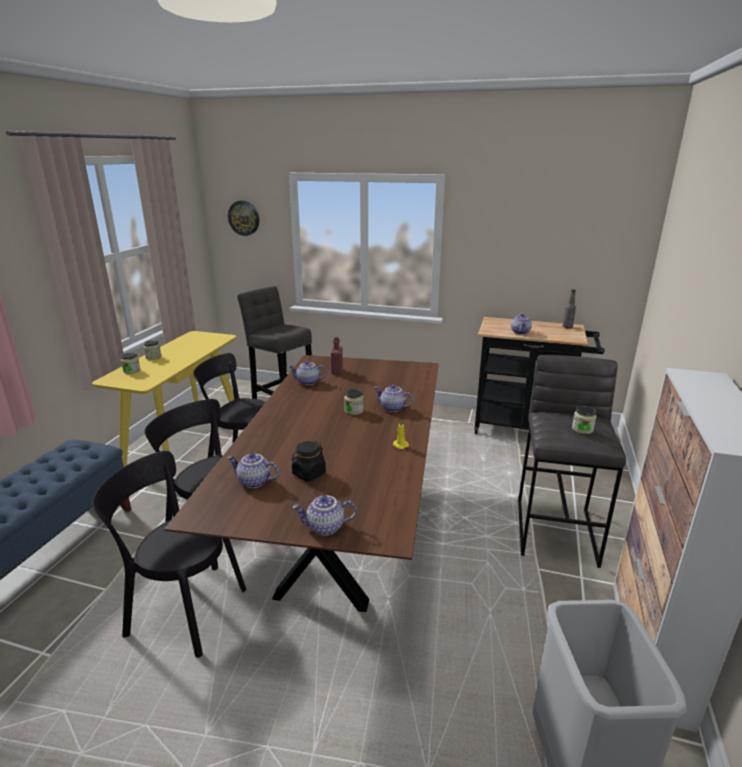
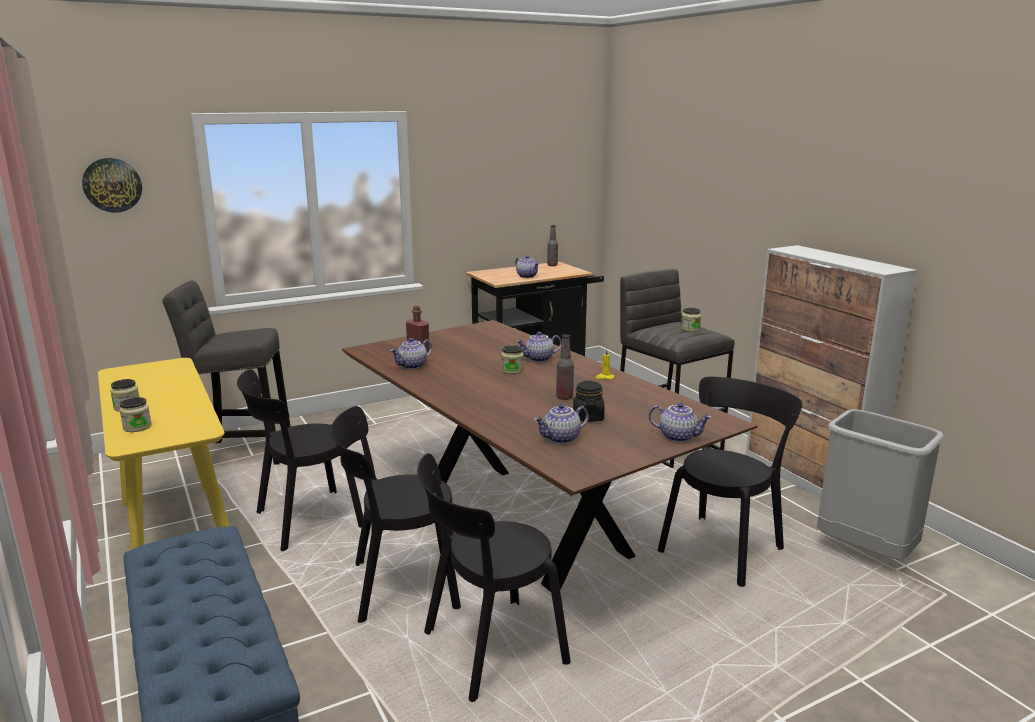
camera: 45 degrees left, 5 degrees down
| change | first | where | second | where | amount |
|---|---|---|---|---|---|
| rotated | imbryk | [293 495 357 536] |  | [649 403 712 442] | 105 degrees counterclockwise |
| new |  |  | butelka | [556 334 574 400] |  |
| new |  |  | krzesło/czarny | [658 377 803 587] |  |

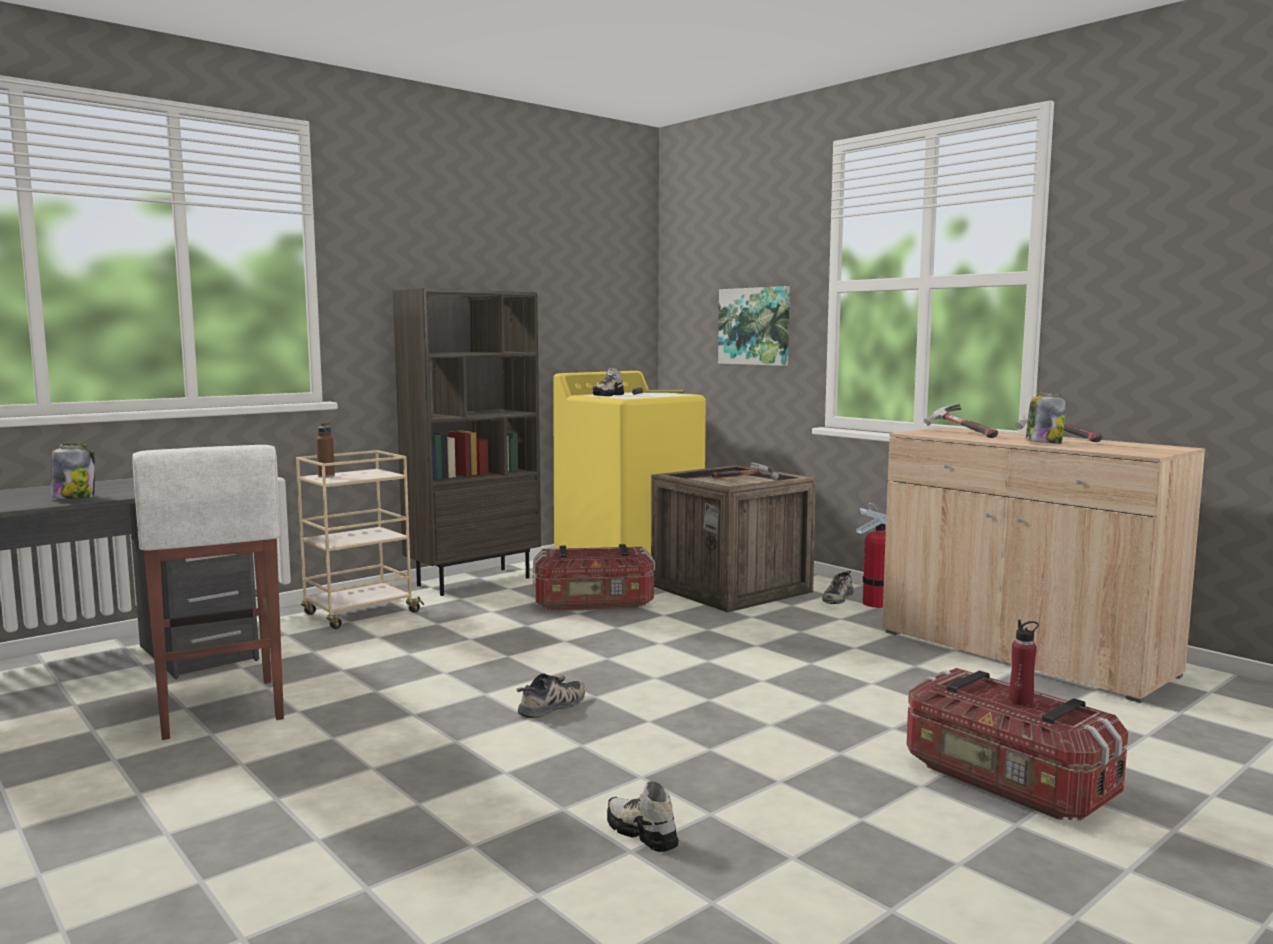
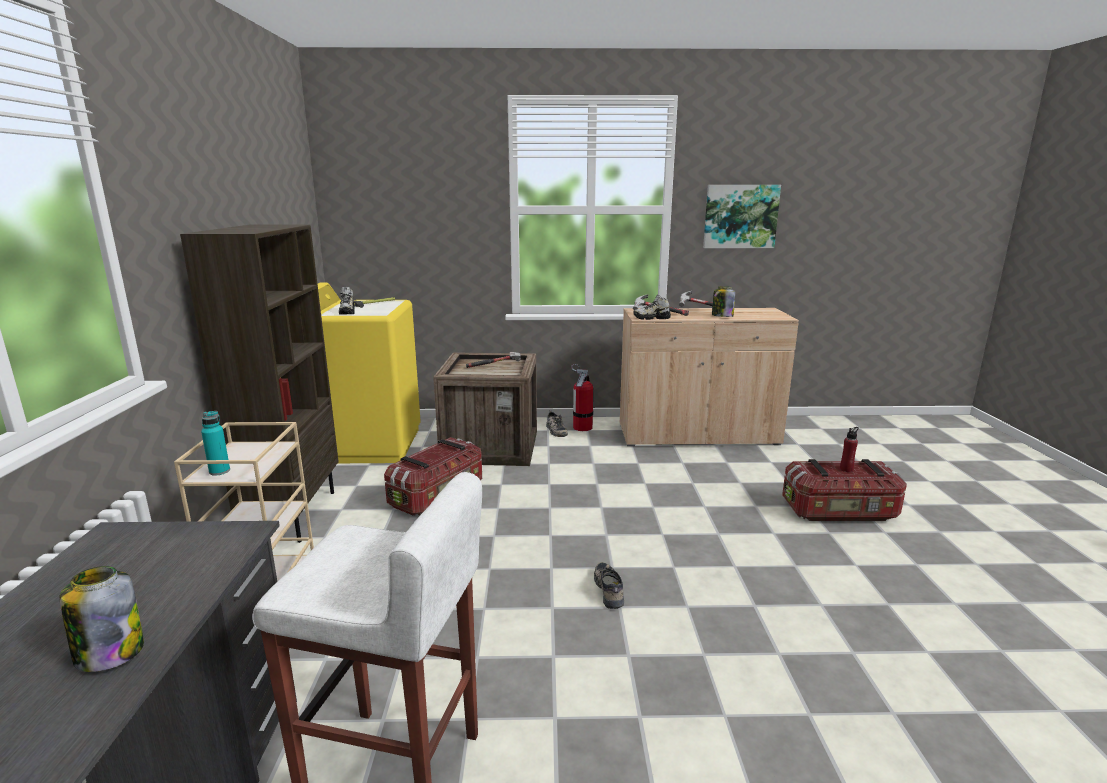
camera: 50 degrees left, 10 degrees up
| change | first | where | second | where | amount |
|---|---|---|---|---|---|
| shifted | obraz | [718 286 790 366] |  | [703 185 781 248] |  |
| repainted | butelka/brązowy | [316 423 335 478] | butelka/turkusowy | [201 411 230 476] |  |
| shifted | but | [607 781 679 852] |  | [633 295 671 320] |  |

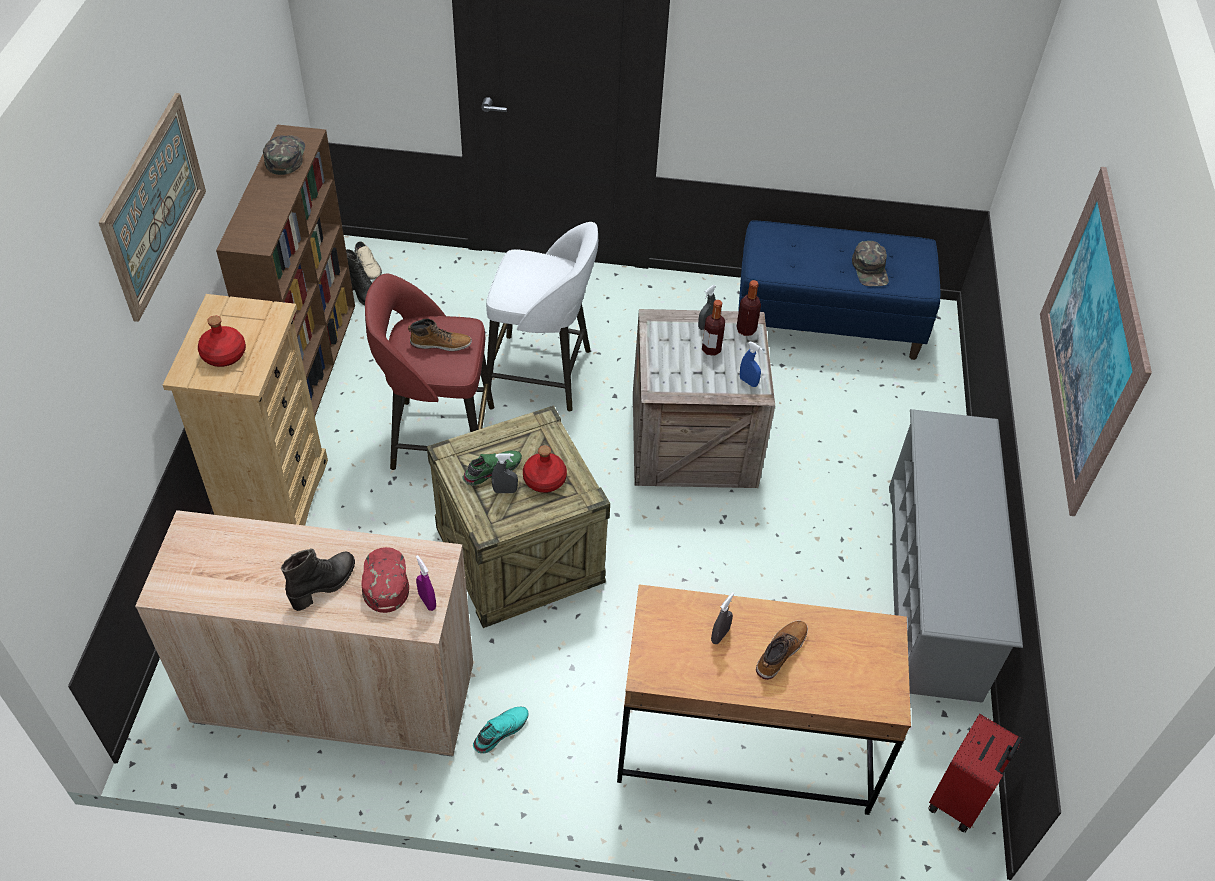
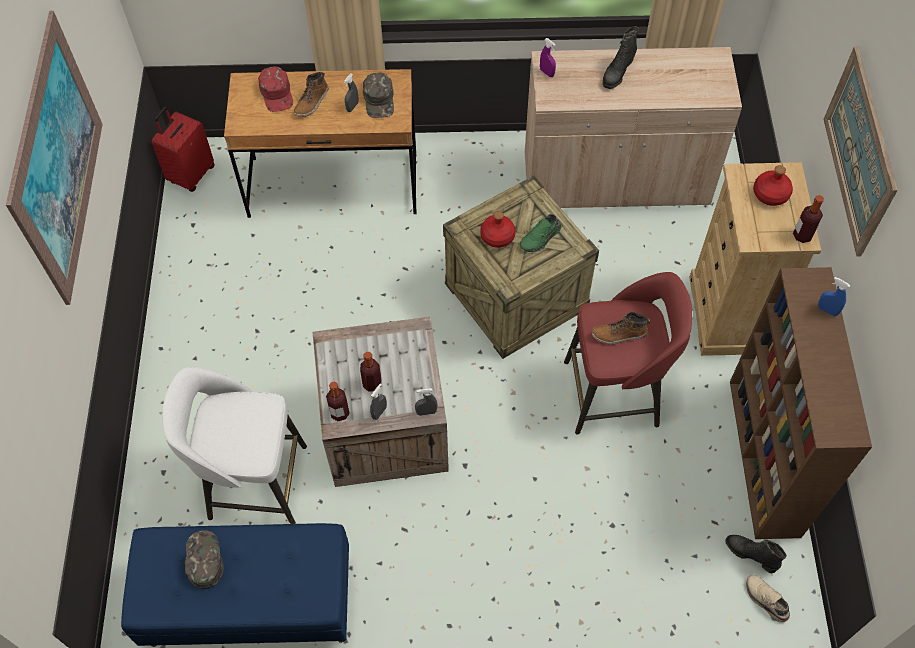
camera: 175 degrees right, 10 degrees up
| change | first | where | second | where | amount |
|---|---|---|---|---|---|
| shifted | czapka z daszkiem/zielony | [263 135 305 175] |  | [363 72 394 118] |  |
| shifted | stołek/biały | [486 222 598 412] |  | [163 367 307 524] |  |
| shifted | spryskiwacz/niebieski | [740 342 763 387] |  | [818 277 850 316] |  |
| gone | regał na buty/szary | [889 409 1023 703] |  |  |  |
| shifted | spryskiwacz/szary | [492 453 518 493] |  | [415 388 438 416] |  |
| shifted | czapka z daszkiem/czerwony | [361 547 409 613] |  | [258 66 293 112] |  |
| gone | but/turkusowy | [473 707 529 754] |  |  |  |
| new |  |  | butelka | [793 195 824 243] |  |

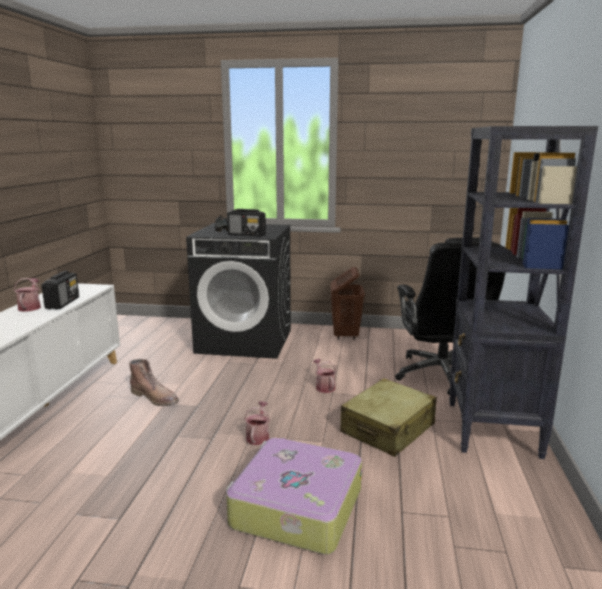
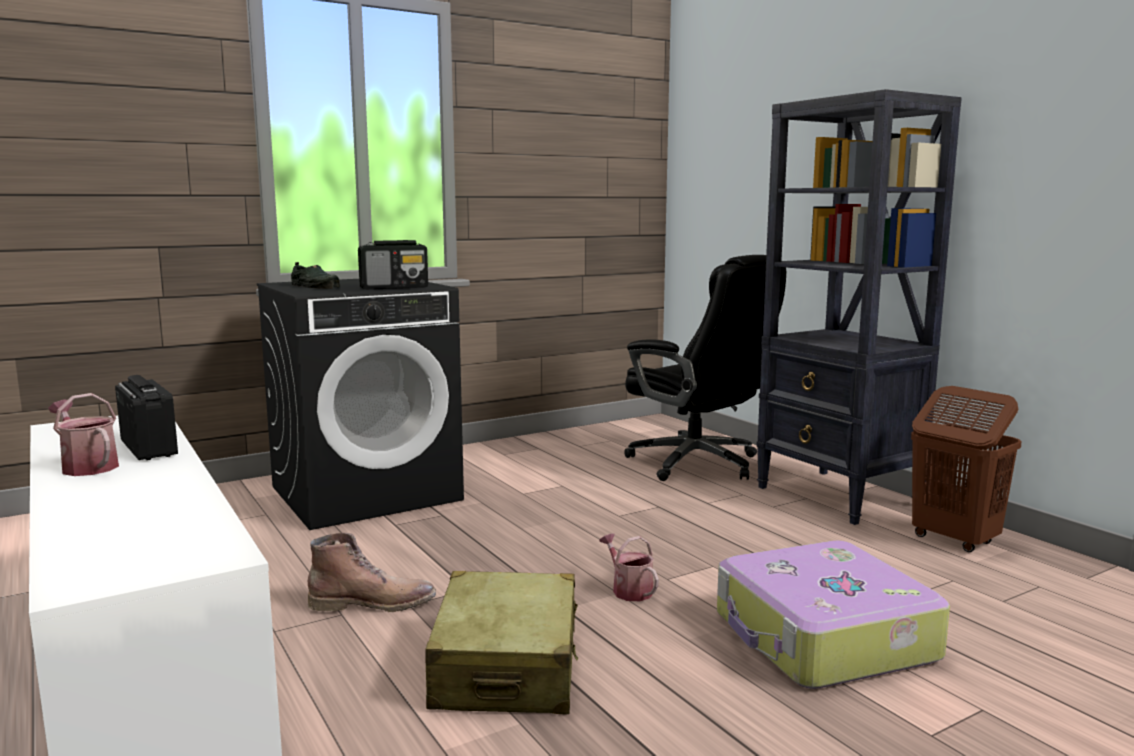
camera: 40 degrees left, 5 degrees down
| change | first | where | second | where | amount |
|---|---|---|---|---|---|
| shifted | kosz na pranie/brązowy | [331 267 365 340] |  | [911 386 1021 552] |  |
| gone | konewka | [313 359 336 393] |  |  |  |
| shifted | walizka/beżowy | [340 378 437 457] |  | [425 571 578 715] |  |

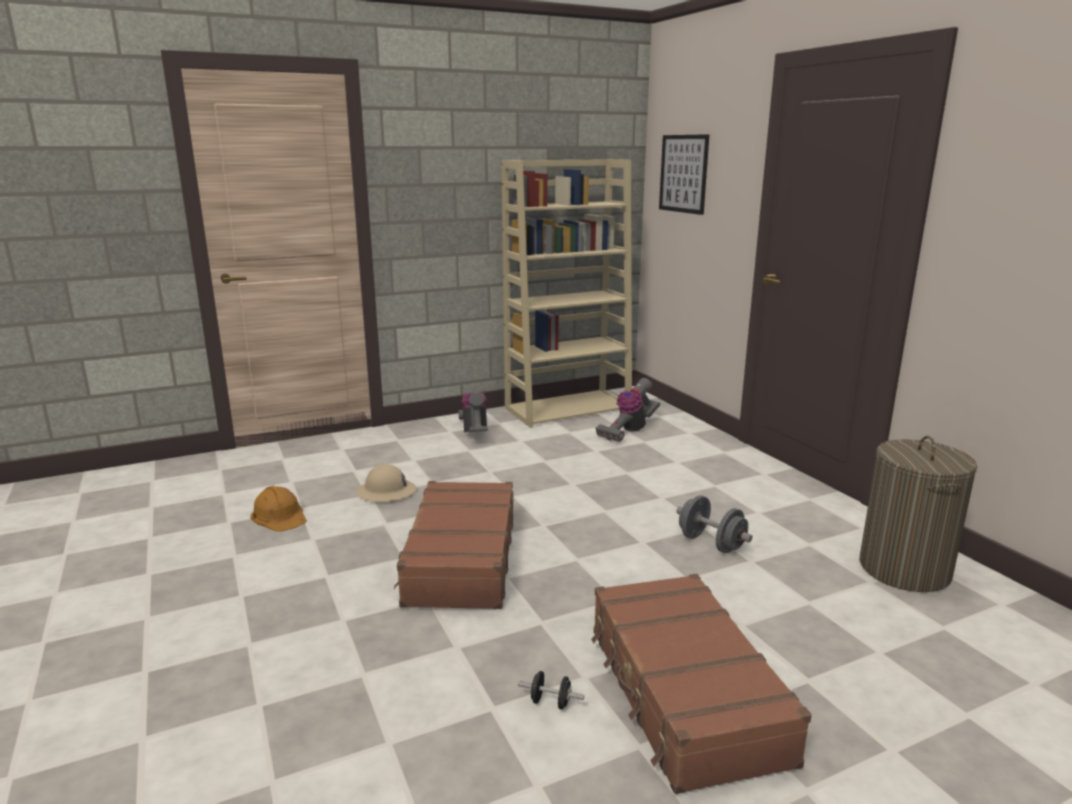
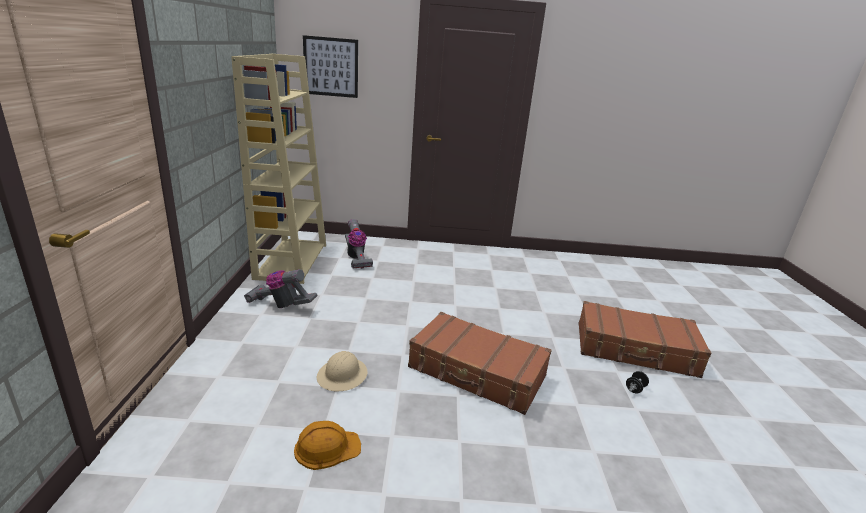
camera: 65 degrees left, 5 degrees up
| change | first | where | second | where | amount |
|---|---|---|---|---|---|
| gone | kosz na pranie | [860 436 977 592] |  |  |  |
| gone | hantel/szary | [676 495 752 553] |  |  |  |

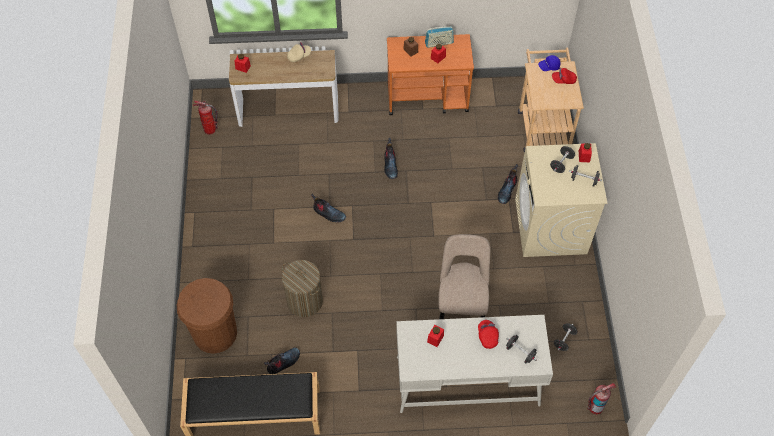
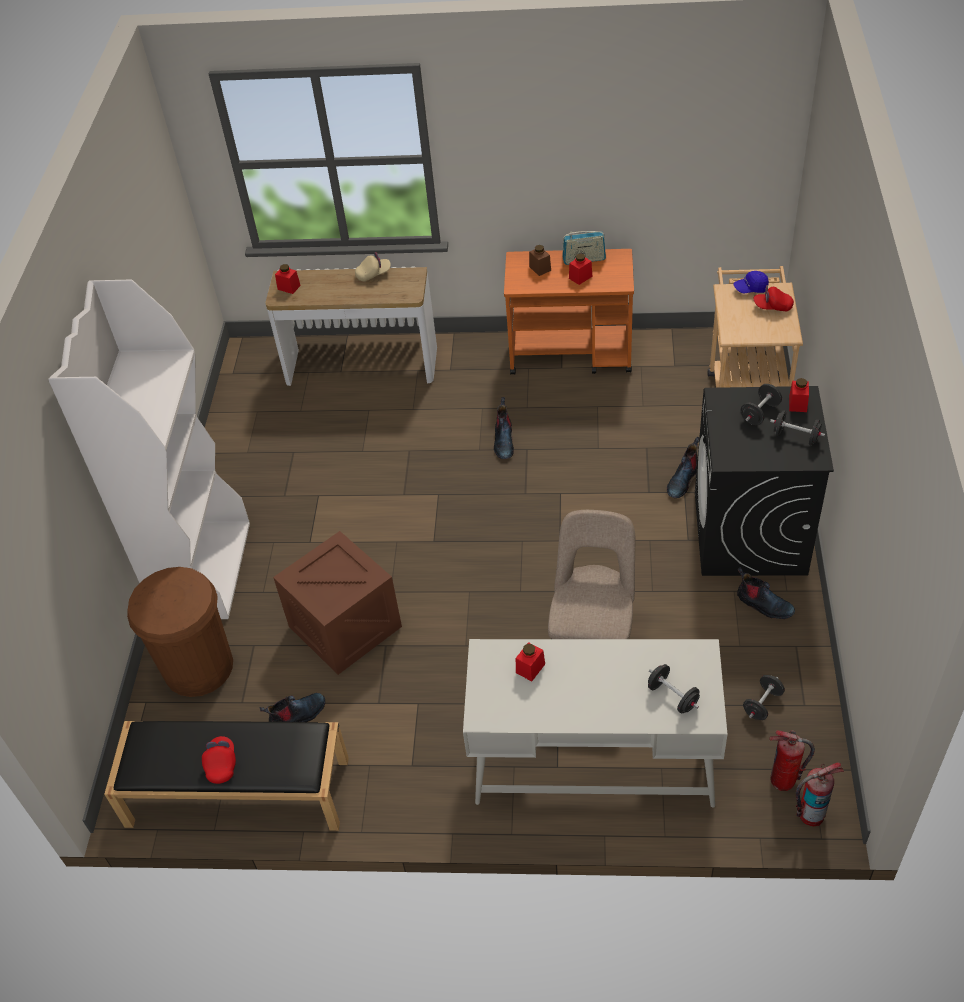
camera: 10 degrees right, 10 degrees down
| change | first | where | second | where | amount |
|---|---|---|---|---|---|
| shifted | gaśnica | [193 101 218 135] |  | [769 730 815 791] |  |
| repainted | pralka/beżowy | [515 143 608 257] | pralka/czarny | [695 386 834 576] |  |
| shifted | but z cholewką | [311 193 346 222] |  | [737 567 795 619] |  |
| swapped | kosz na pranie | [282 260 323 317] | skrzynka | [273 531 402 675] |  |
| shifted | czapka z daszkiem/czerwony | [478 320 499 349] |  | [202 736 236 784] |  |
| new |  |  | regał/biały | [48 279 250 619] |  |

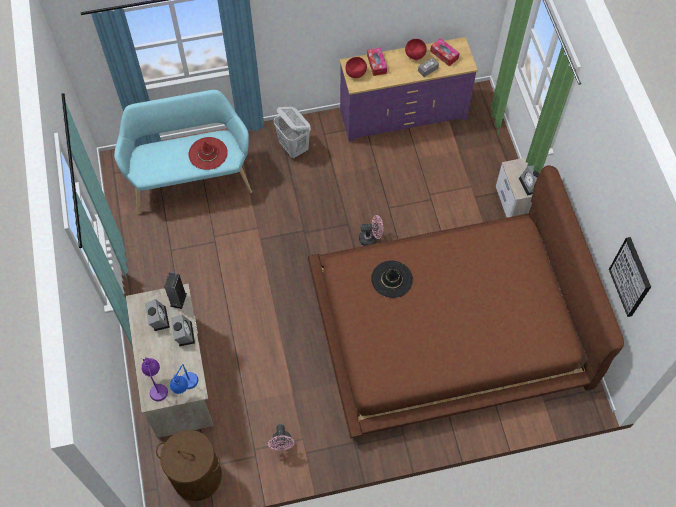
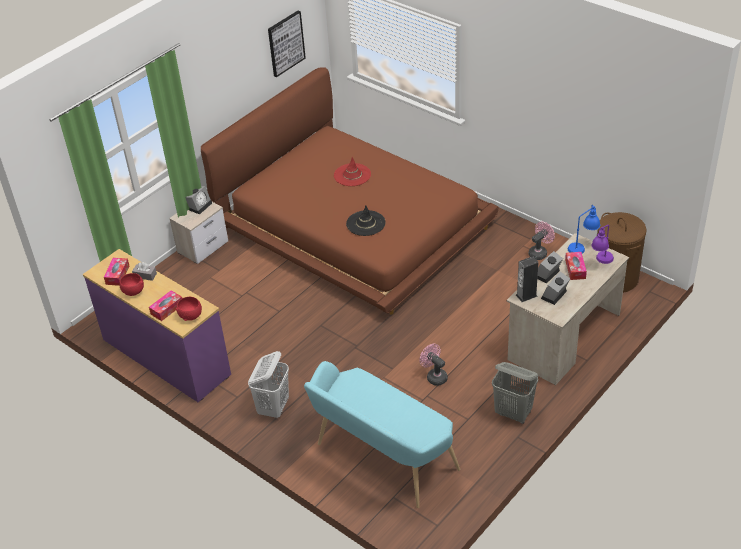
camera: 125 degrees left, 20 degrees down
| change | first | where | second | where | amount |
|---|---|---|---|---|---|
| shifted | kapelusz/czerwony | [189 137 228 170] |  | [334 157 371 186] |  |
| shifted | wentylator/różowy | [359 215 383 246] |  | [419 344 448 386] |  |
| new |  |  | pudełko chusteczek | [565 252 587 280] |  |
| new |  |  | kosz na pranie/szary | [492 362 538 424] |  |

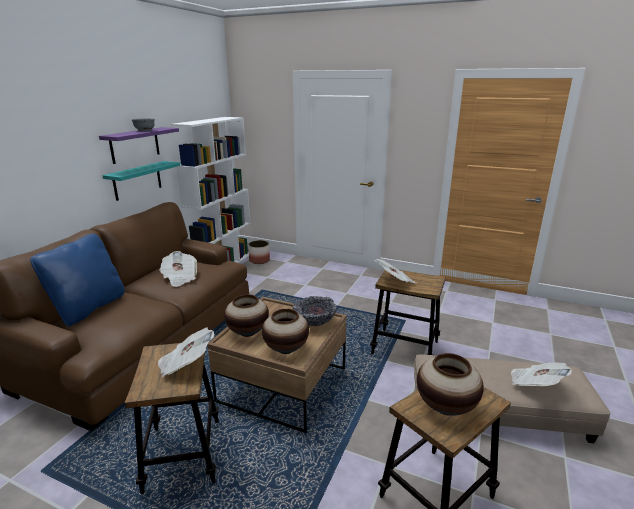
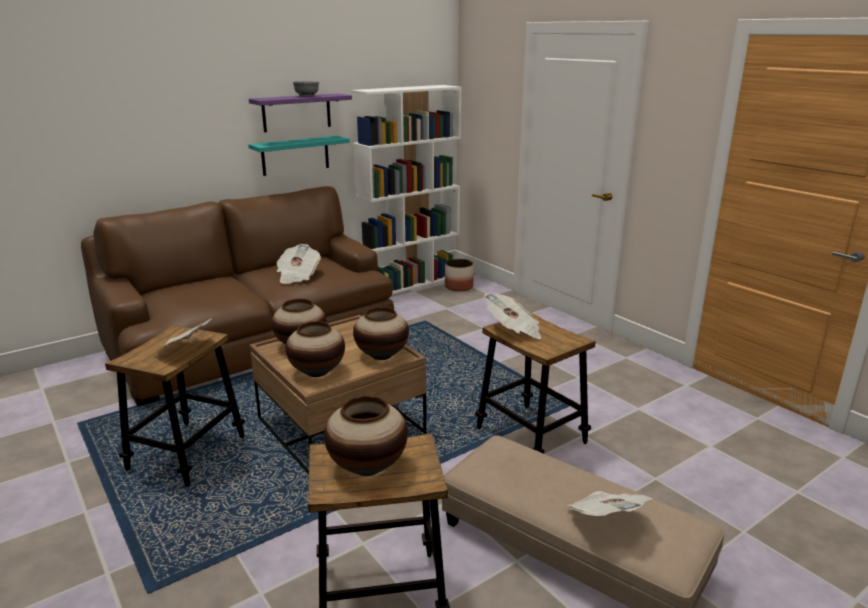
camera: 30 degrees right, 0 degrees up
| change | first | where | second | where | amount |
|---|---|---|---|---|---|
| gone | poduszka/niebieski | [30 234 125 326] |  |  |  |
| swapped | miska | [293 296 337 326] | wazon | [353 307 409 360] |  |

